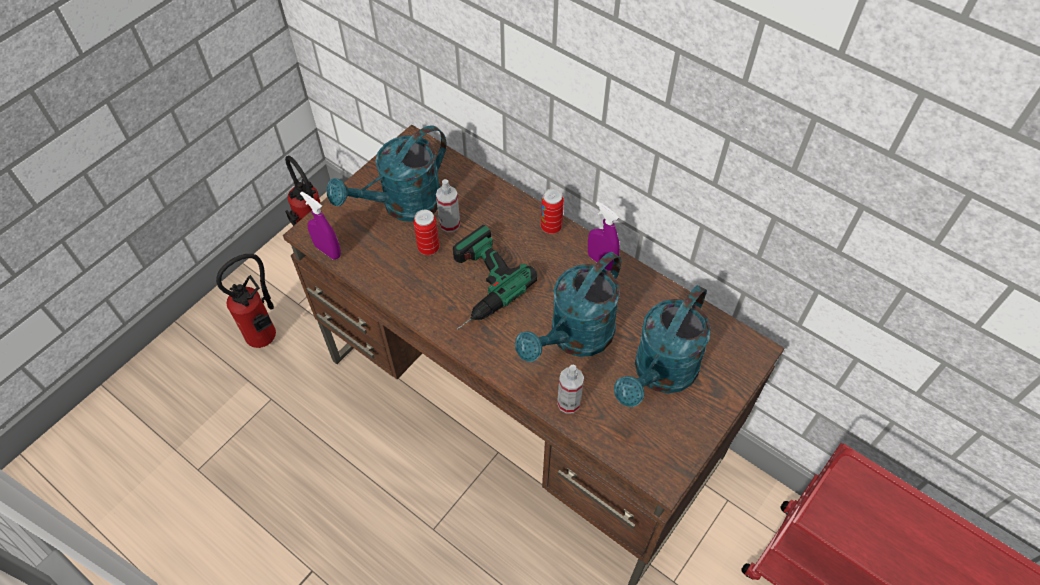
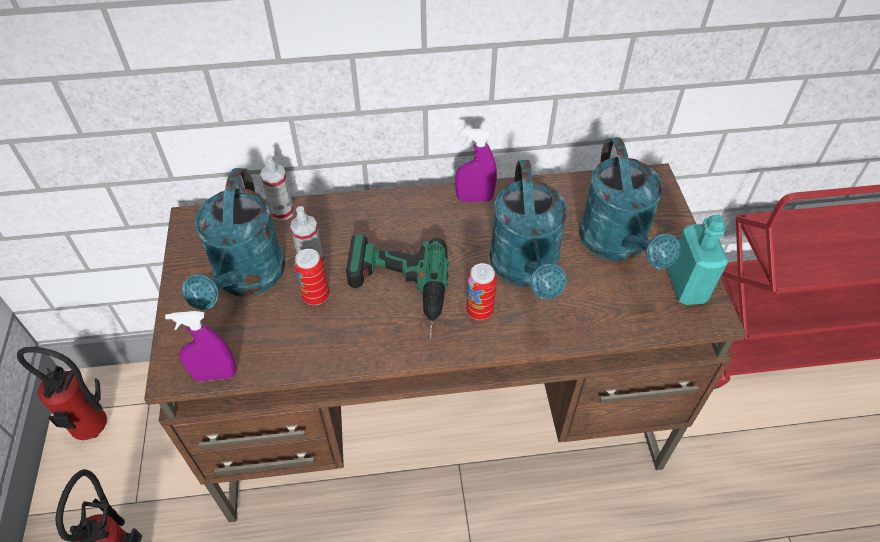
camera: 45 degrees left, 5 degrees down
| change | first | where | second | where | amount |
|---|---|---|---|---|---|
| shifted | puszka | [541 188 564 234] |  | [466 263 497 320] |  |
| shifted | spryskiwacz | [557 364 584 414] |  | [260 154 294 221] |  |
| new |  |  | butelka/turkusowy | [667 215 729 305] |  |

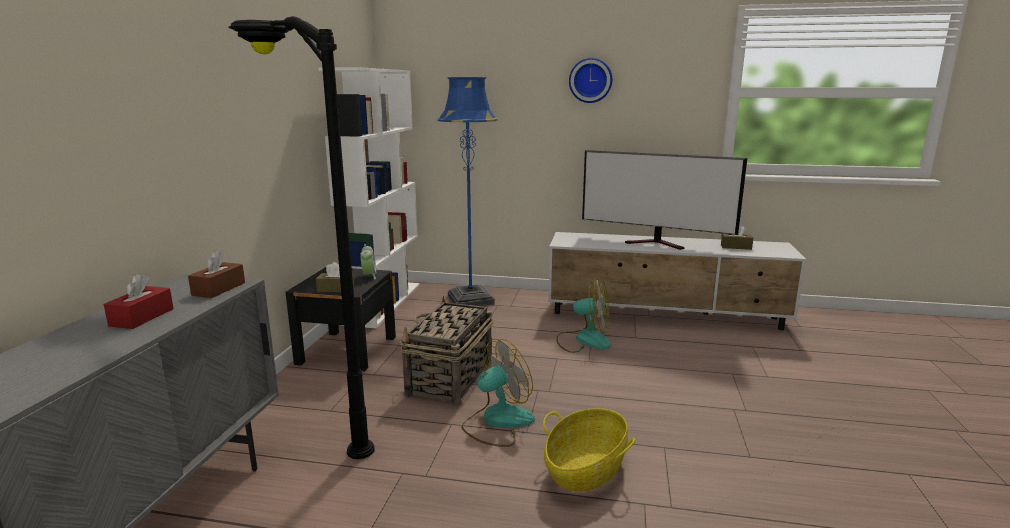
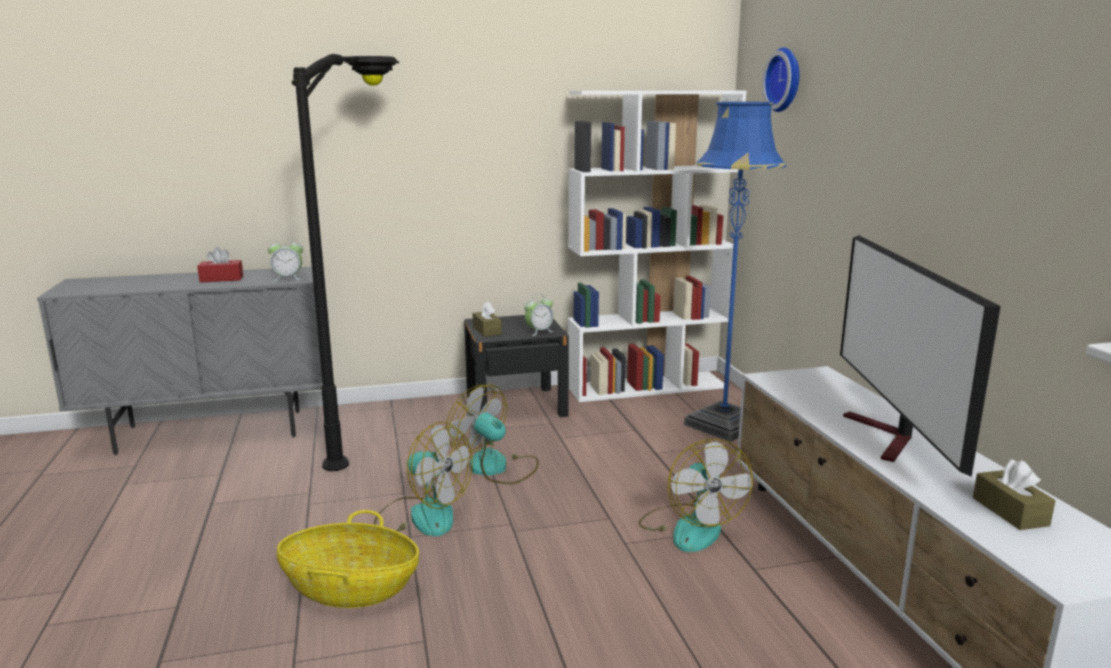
camera: 65 degrees right, 0 degrees up
| change | first | where | second | where | amount |
|---|---|---|---|---|---|
| shifted | zegar ścienny | [569 58 612 103] |  | [762 47 799 112] |  |
| swapped | pudełko chusteczek/brązowy | [188 250 245 298] | budzik | [268 237 303 281] |  |
| swapped | koszyk | [400 296 494 406] | wentylator | [446 384 539 484] |  |

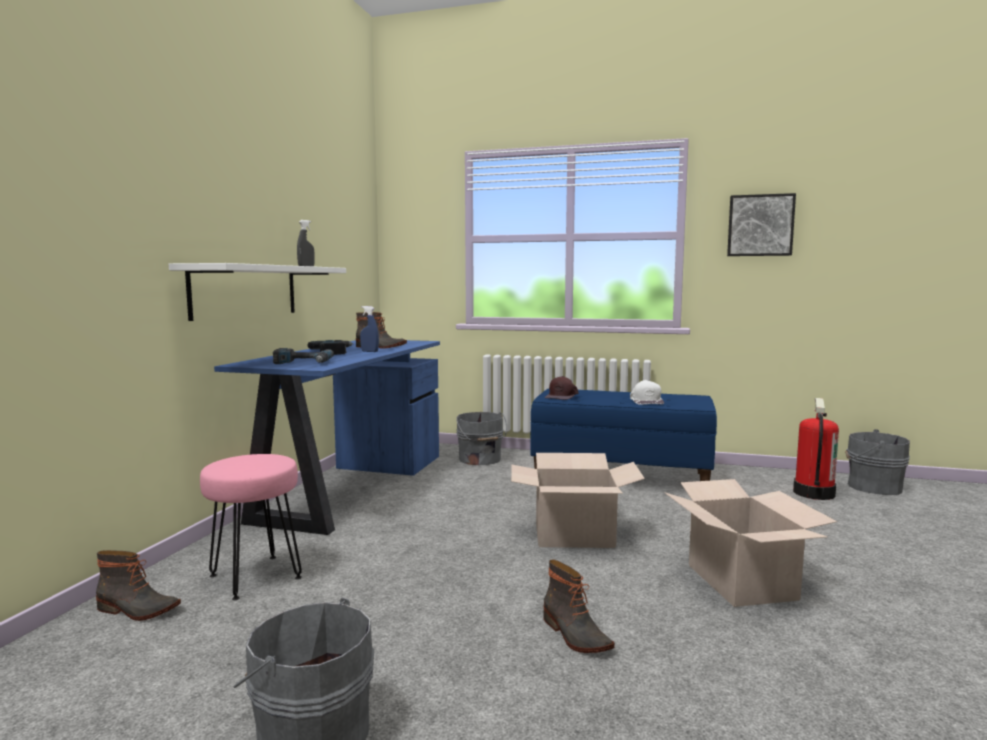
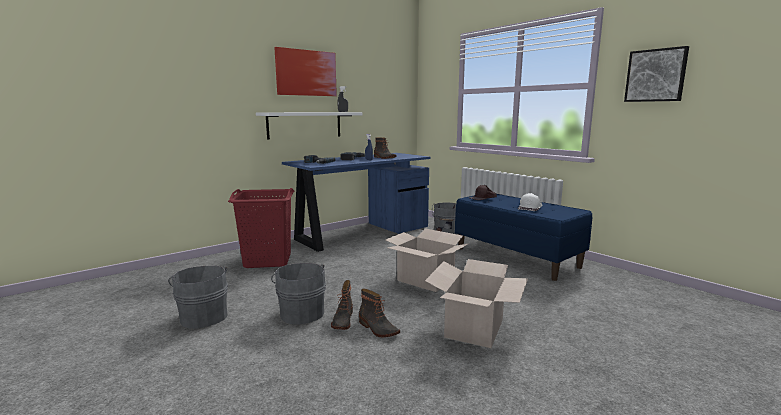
camera: 35 degrees right, 5 degrees up
| change | first | where | second | where | amount |
|---|---|---|---|---|---|
| gone | gaśnica | [793 398 839 500] |  |  |  |
| shifted | wiadro/szary | [845 429 910 495] |  | [271 263 326 324] |  |
| swapped | stołek/różowy | [200 454 302 600] | kosz na pranie/czerwony | [228 188 294 268] |  |
| shifted | but z cholewką | [96 550 181 621] |  | [359 288 400 337] |  |
| new |  |  | obraz | [274 47 337 96] |  |

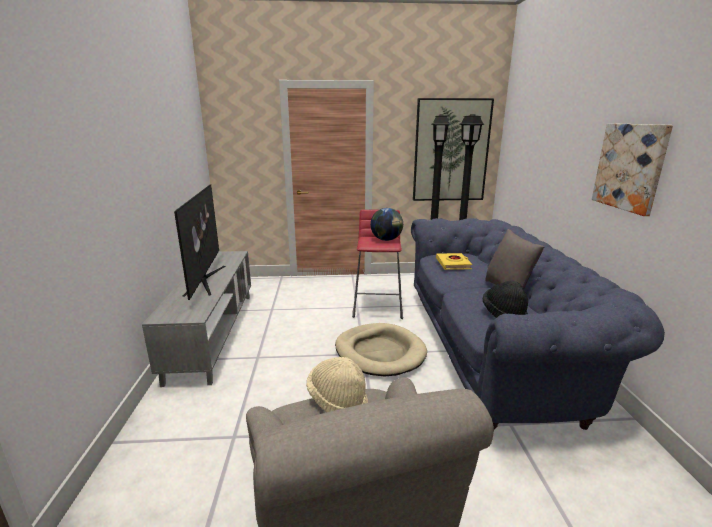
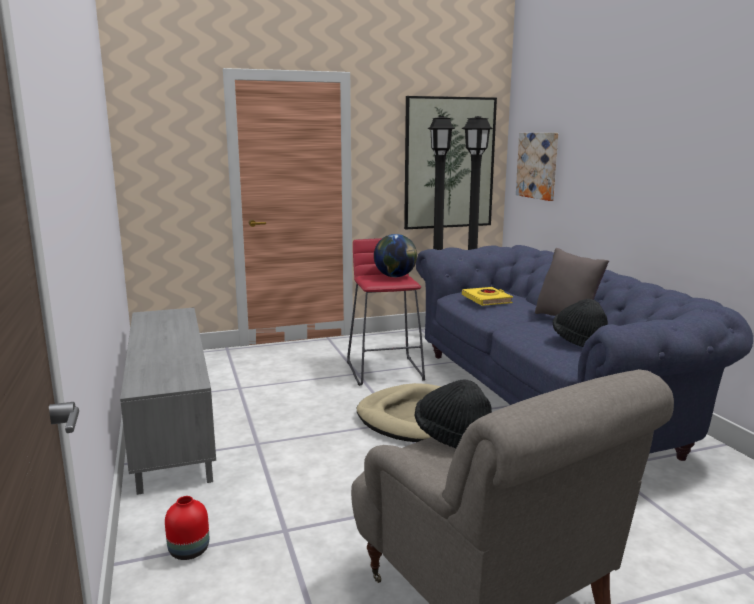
camera: 15 degrees left, 5 degrees down
| change | first | where | second | where | amount |
|---|---|---|---|---|---|
| shifted | obraz | [592 123 673 216] |  | [516 133 558 201] |  |
| gone | telewizor | [174 184 225 300] |  |  |  |
| repainted | kapelusz/beżowy | [306 357 368 412] | kapelusz/czarny | [415 380 492 448] |  |
| new |  |  | wazon/czerwony | [165 496 209 560] |  |

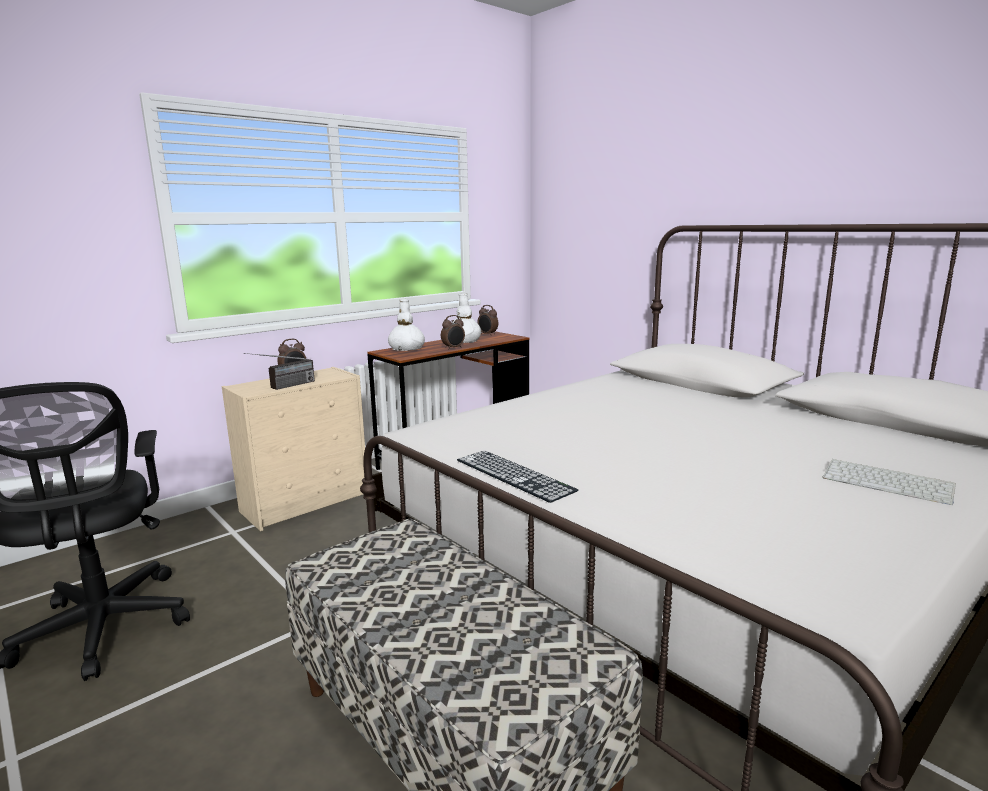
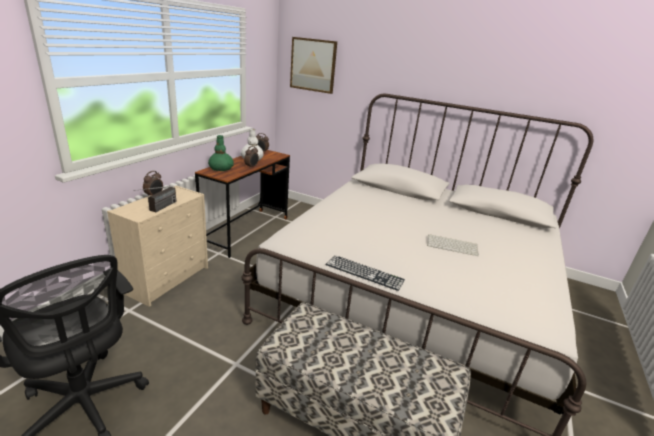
camera: 25 degrees left, 10 degrees up
| change | first | where | second | where | amount |
|---|---|---|---|---|---|
| repainted | wazon/biały | [388 299 425 351] | wazon/zielony | [208 135 234 171] |  |
| shifted | klawiatura | [823 459 956 505] |  | [427 234 479 256] |  |
| new |  |  | obraz | [290 37 337 94] |  |

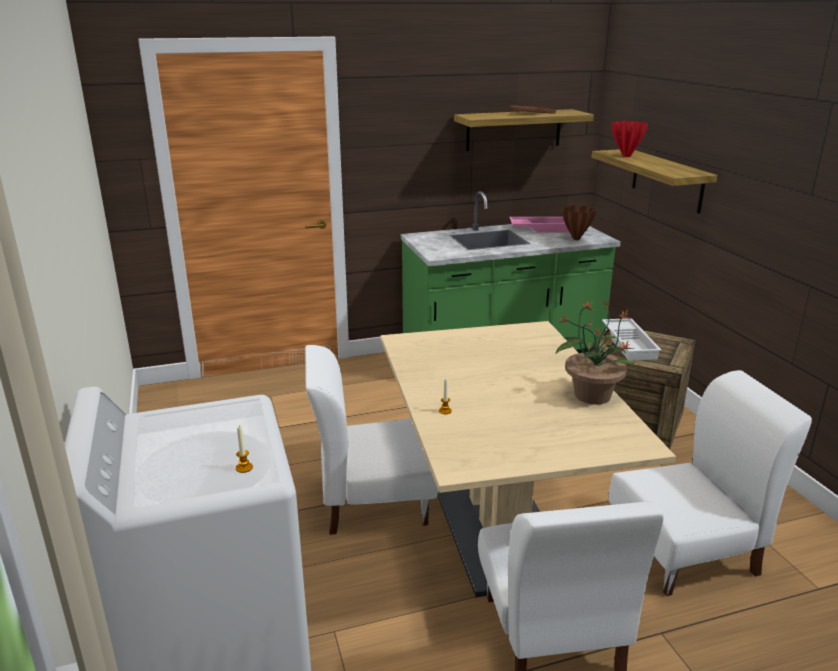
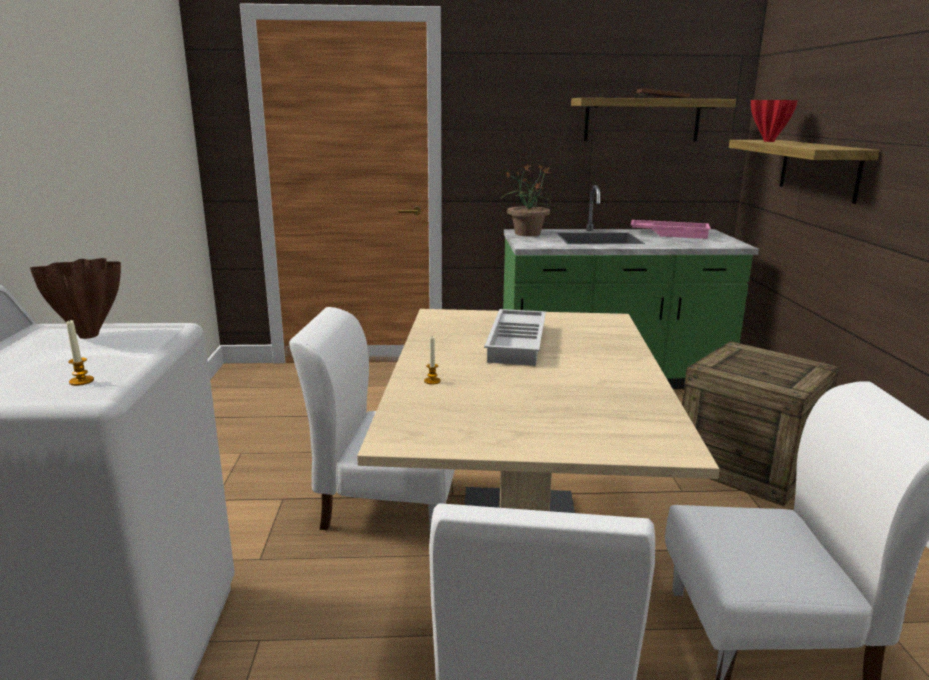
camera: 15 degrees right, 5 degrees down
| change | first | where | second | where | amount |
|---|---|---|---|---|---|
| shifted | wazon/brązowy | [563 205 596 240] |  | [30 258 121 339] |  |
| shifted | roślina doniczkowa | [556 300 634 404] |  | [501 164 555 236] |  |
| shifted | taca/biały | [602 318 662 361] |  | [484 309 546 366] |  |

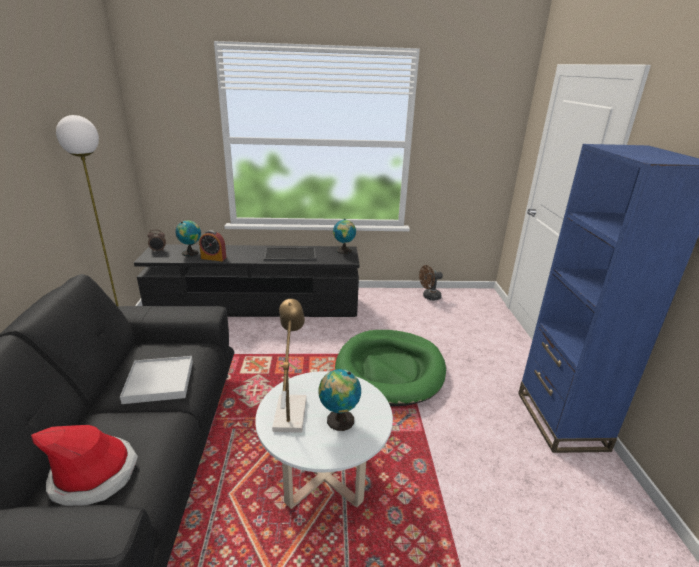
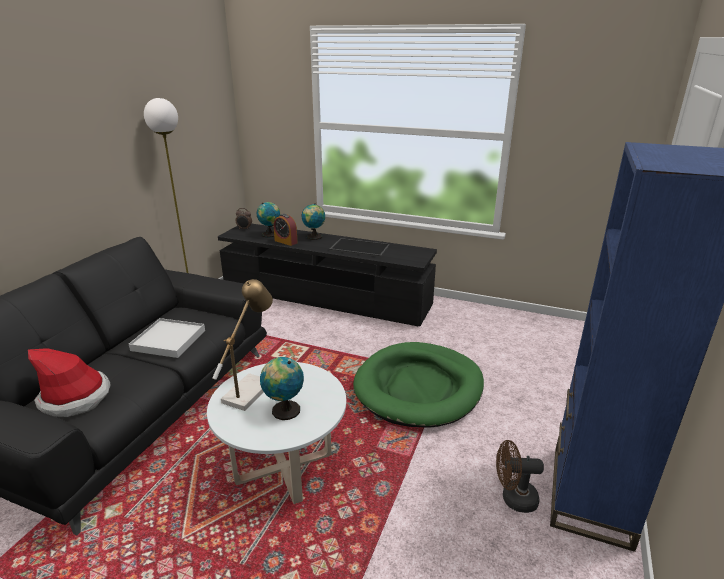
camera: 25 degrees right, 0 degrees up
| change | first | where | second | where | amount |
|---|---|---|---|---|---|
| shifted | globus | [333 218 356 254] |  | [302 203 325 240] |  |
| shifted | wentylator/brązowy | [419 265 443 301] |  | [496 440 544 513] |  |

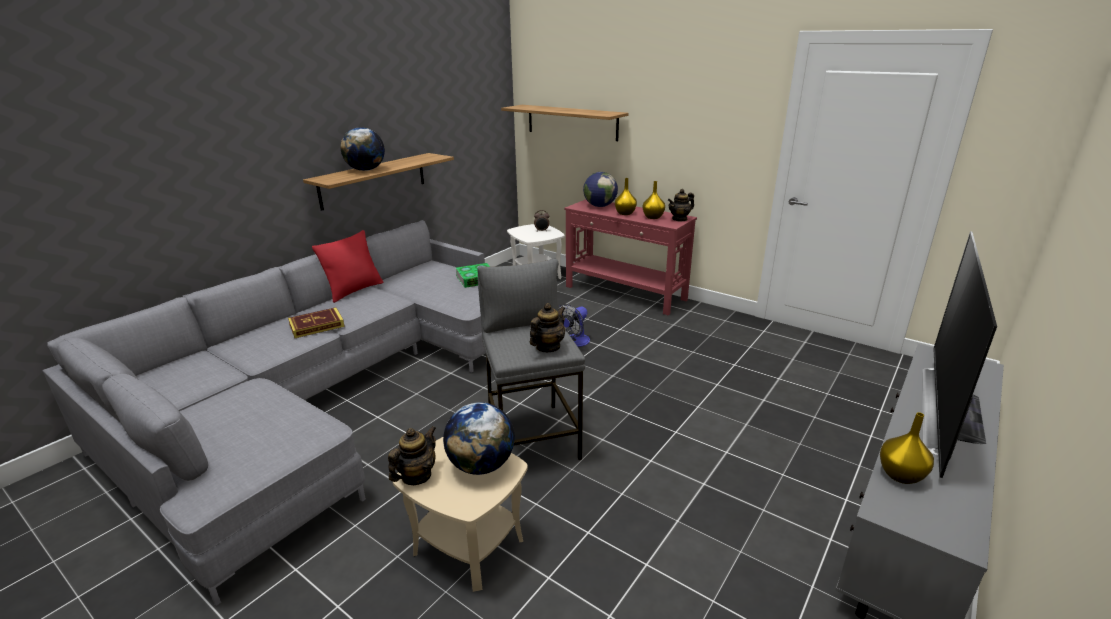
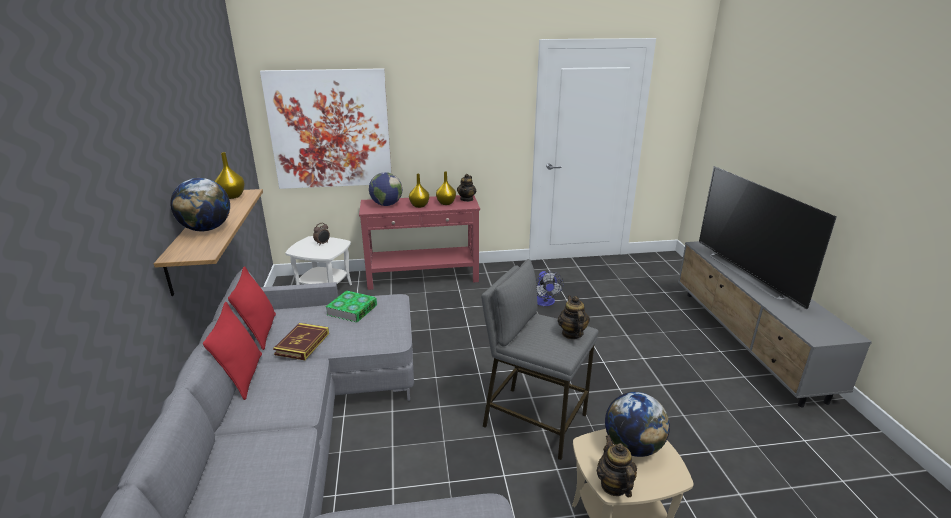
camera: 45 degrees left, 0 degrees up
| change | first | where | second | where | amount |
|---|---|---|---|---|---|
| swapped | półka | [501 105 628 141] | obraz | [260 68 392 189] |  |
| shifted | wentylator | [558 304 590 347] |  | [536 271 564 306] |  |
| shifted | książka | [288 307 345 338] |  | [273 323 329 360] |  |
| shifted | wazon/żółty | [880 412 934 484] |  | [214 152 245 199] |  |
| new |  |  | poduszka/czerwony | [228 266 276 350] |  |

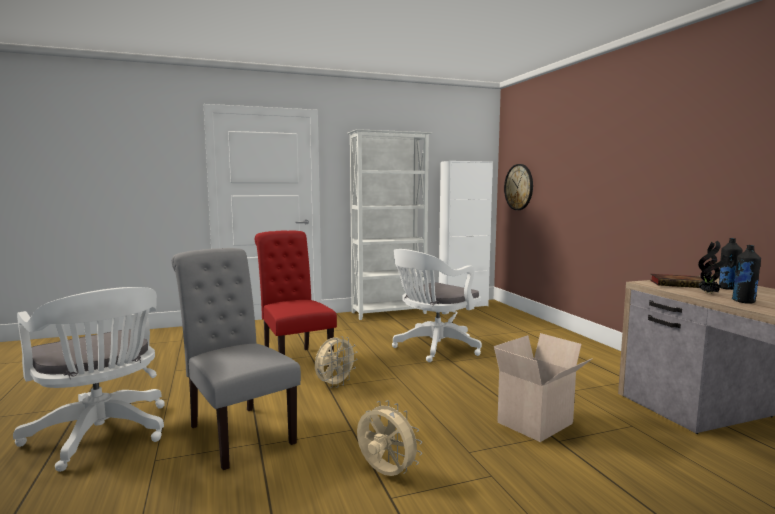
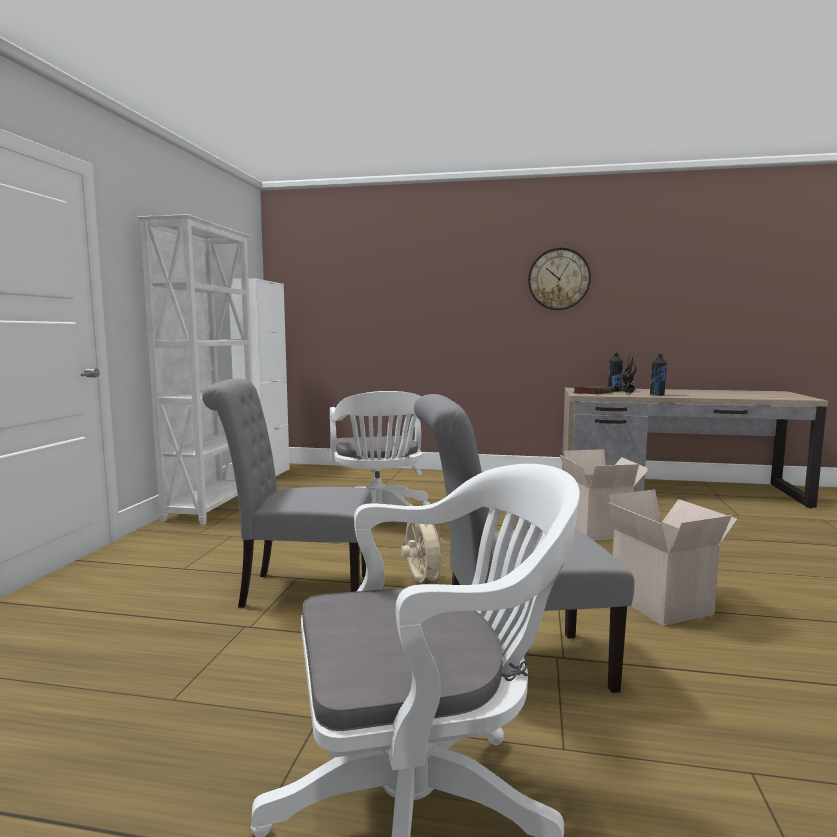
camera: 60 degrees left, 0 degrees up
| change | first | where | second | where | amount |
|---|---|---|---|---|---|
| shifted | zegar ścienny | [504 164 533 210] |  | [528 248 591 310] |  |
| repainted | krzesło/czerwony | [255 230 337 366] | krzesło/szary | [202 378 372 607] |  |
| swapped | wentylator/beżowy | [357 400 422 476] | karton | [607 489 738 626] |  |

